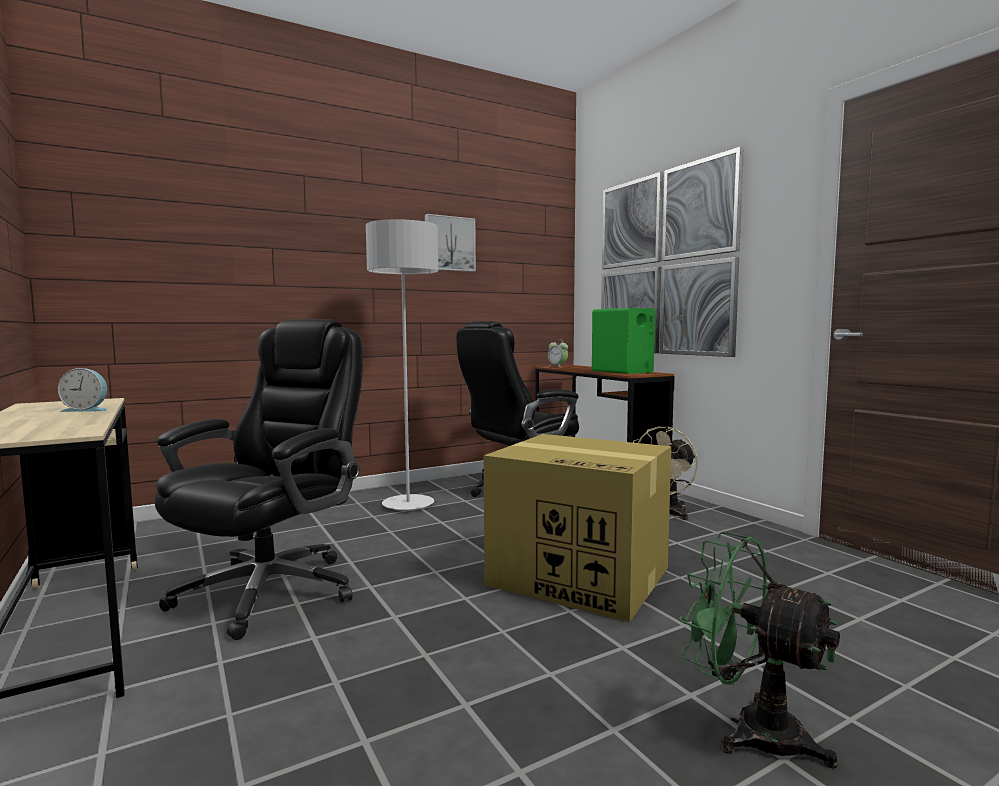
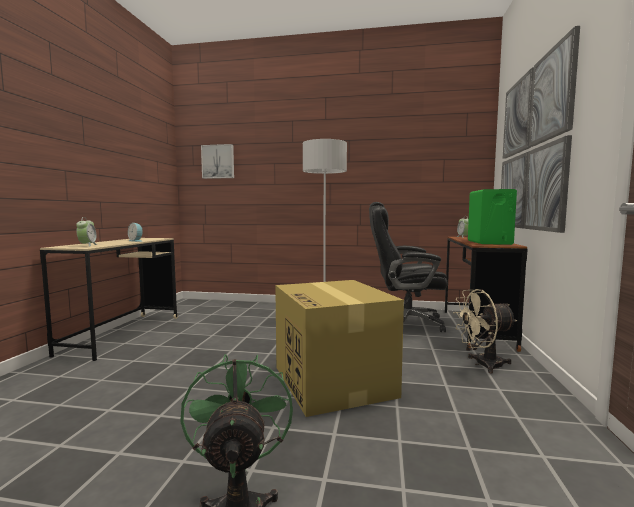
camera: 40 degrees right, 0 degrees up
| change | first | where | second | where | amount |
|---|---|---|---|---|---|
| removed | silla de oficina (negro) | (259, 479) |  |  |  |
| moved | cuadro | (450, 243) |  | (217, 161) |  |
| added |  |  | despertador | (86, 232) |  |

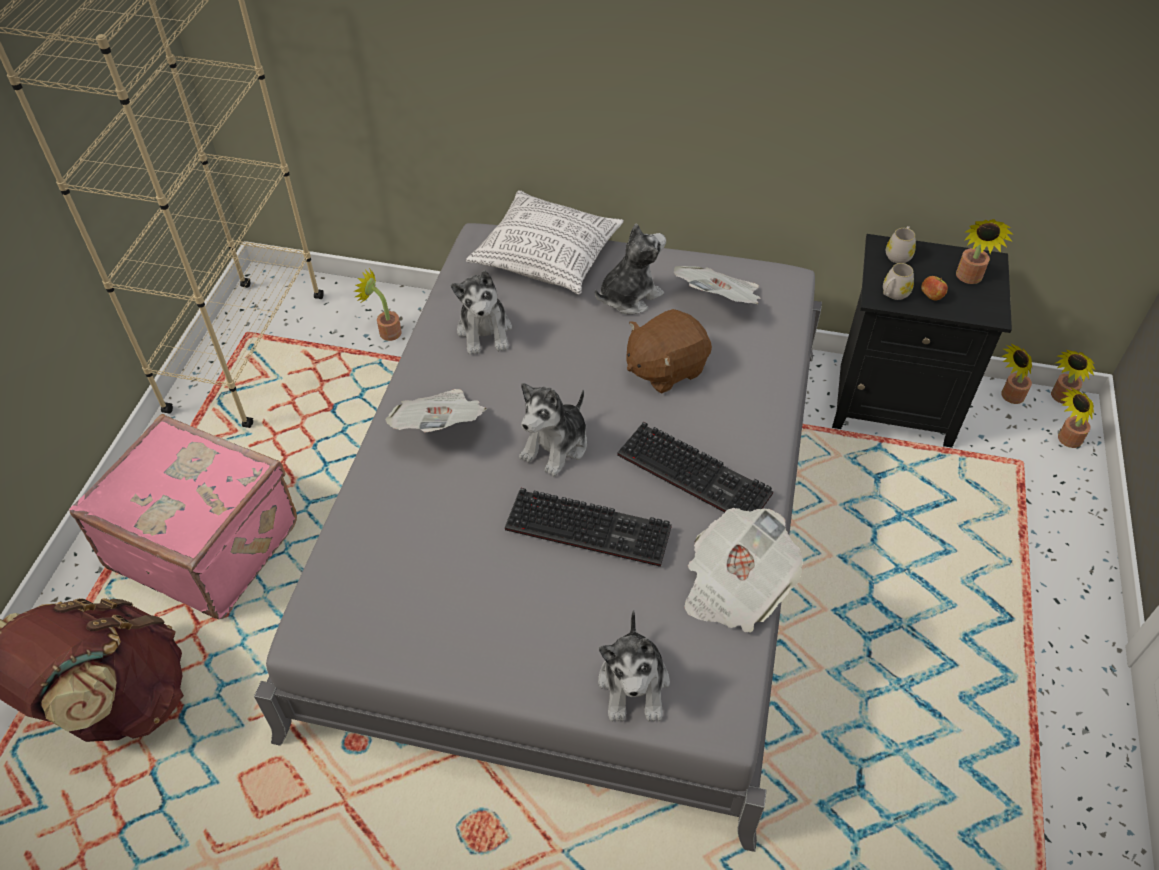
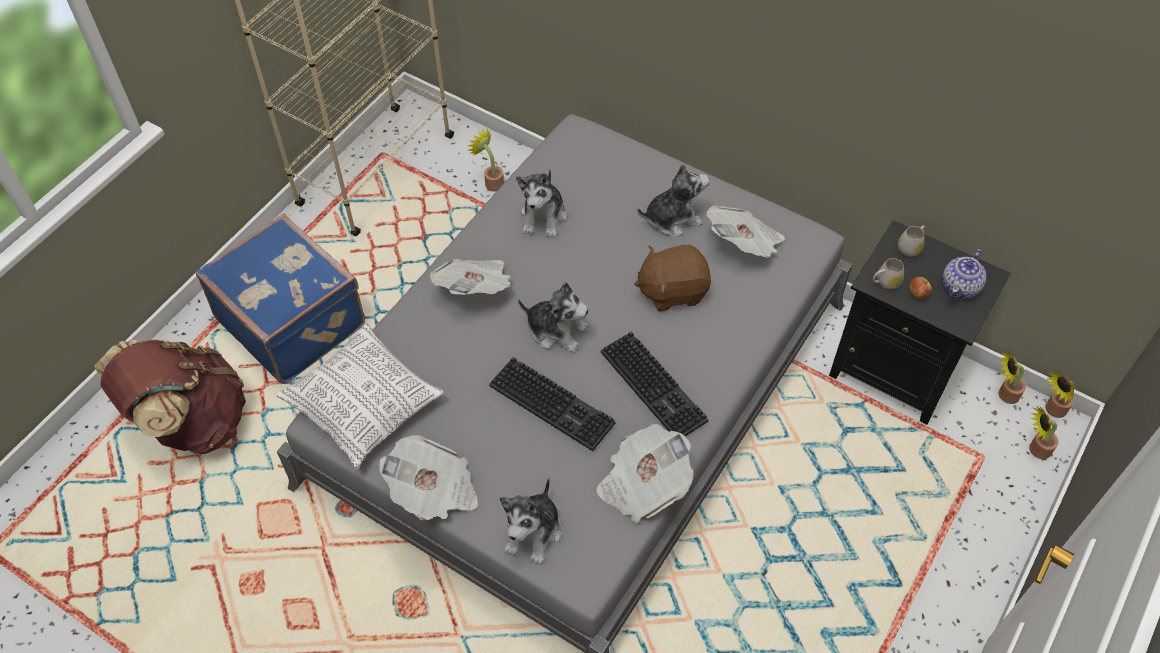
camera: 20 degrees right, 5 degrees up
| change | first | where | second | where | amount |
|---|---|---|---|---|---|
| recoloured | maleta (rosa) | (183, 516) | maleta (azul) | (280, 299) |  |
| moved | cojín | (545, 242) |  | (360, 396) |  |
| turned | peluche | (553, 430) |  | (553, 318) | 120 degrees counterclockwise |
| replaced | planta en maceta | (984, 251) | tetera | (964, 274) |  |
| added |  |  | periódico | (428, 478) |  |

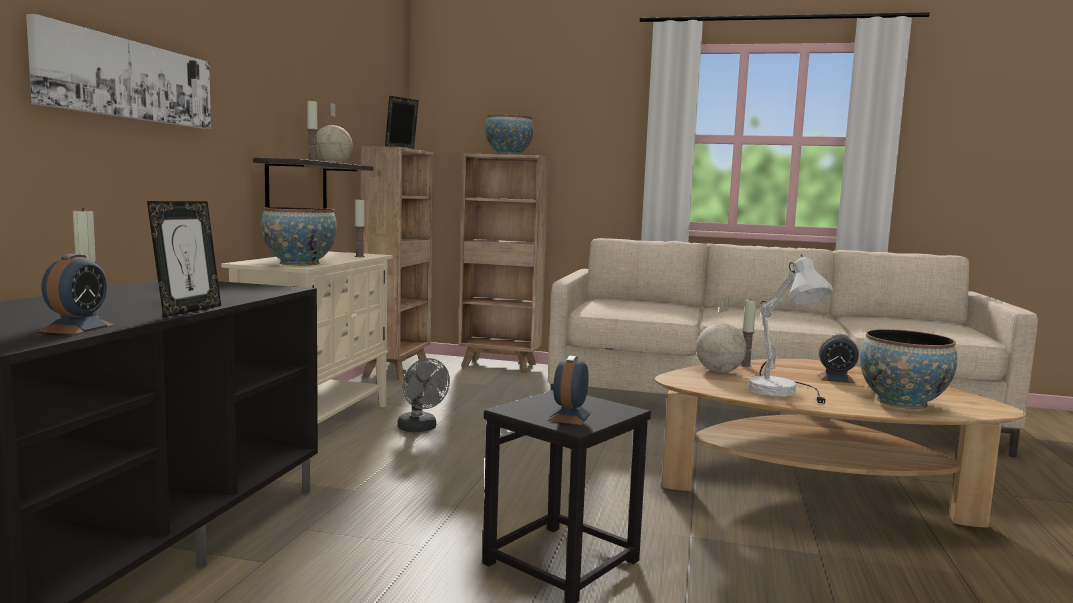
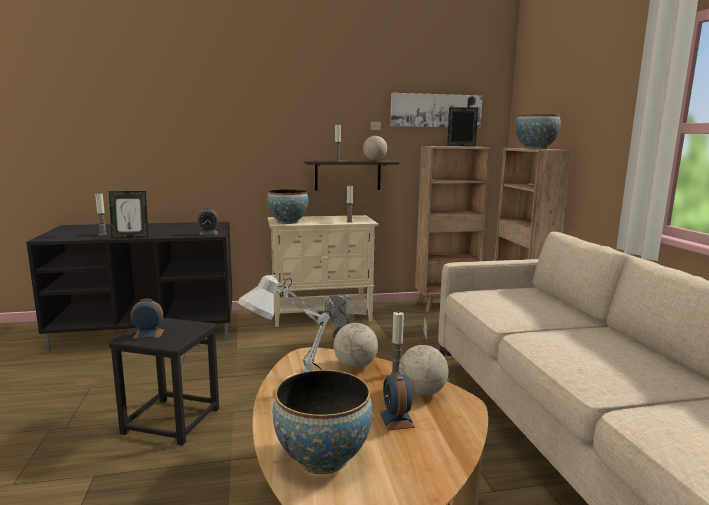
camera: 65 degrees right, 5 degrees up
| change | first | where | second | where | amount |
|---|---|---|---|---|---|
| moved | cuadro | (118, 71) |  | (436, 110) |  |
| moved | despertador | (76, 294) |  | (208, 221) |  |
| added |  |  | globo terráqueo | (423, 356) |  |

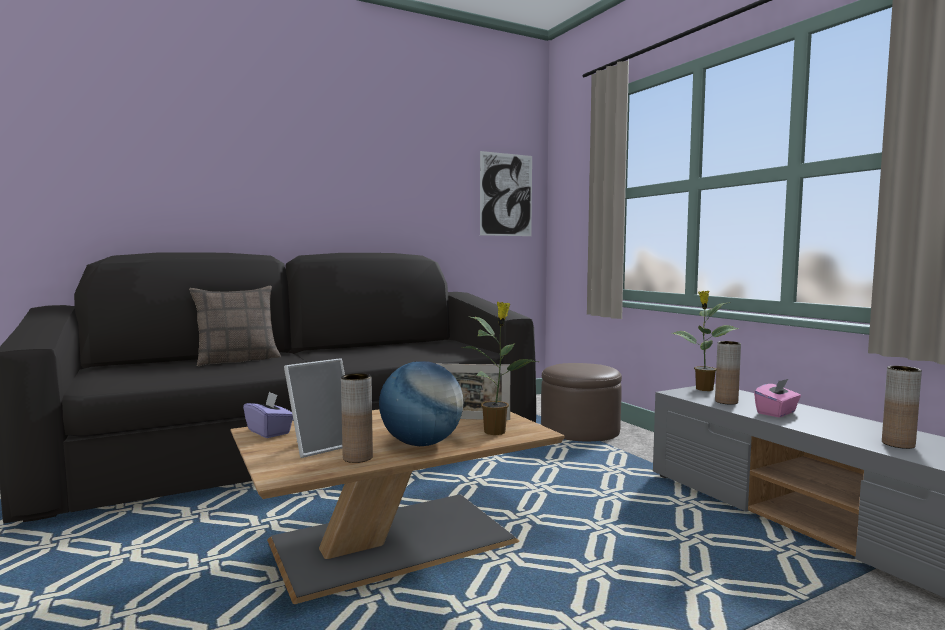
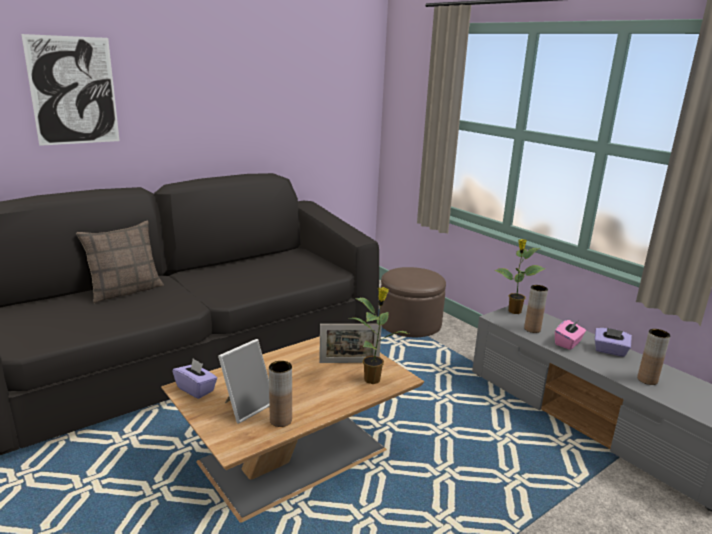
camera: 10 degrees left, 15 degrees up
| change | first | where | second | where | amount |
|---|---|---|---|---|---|
| removed | globo terráqueo | (421, 403) |  |  |  |
| moved | cuadro | (506, 193) |  | (70, 90) |  |
| added |  |  | caja de pañuelos (morado) | (613, 342) |  |

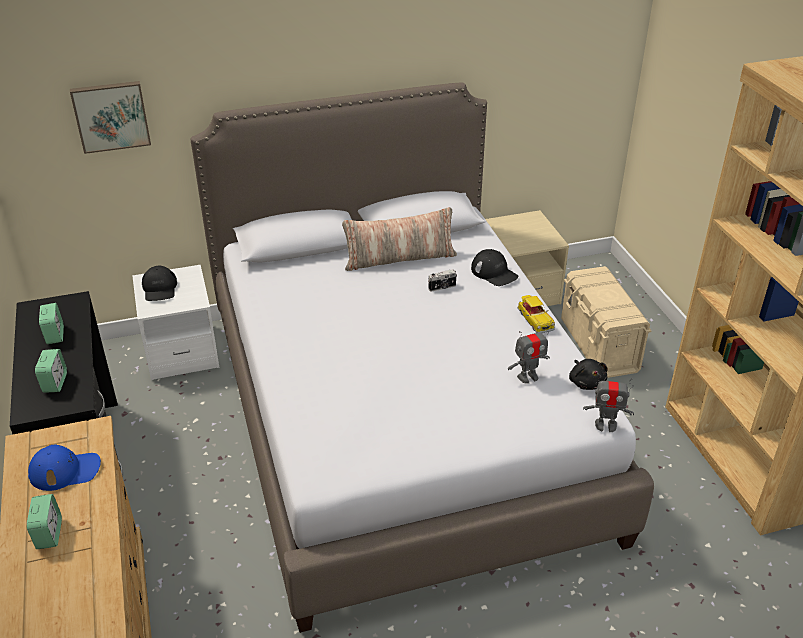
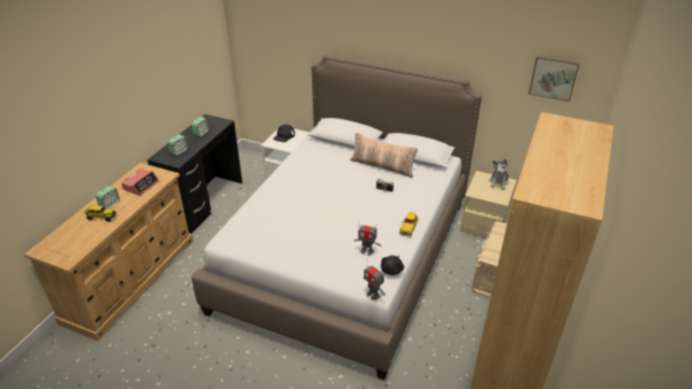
camera: 40 degrees right, 0 degrees up
| change | first | where | second | where | amount |
|---|---|---|---|---|---|
| replaced | gorra (azul) | (64, 468) | despertador | (140, 182) |  |
| moved | cuadro | (110, 117) |  | (554, 78) |  |
| removed | gorra (negro) | (495, 267) |  |  |  |
| added |  |  | camión de juguete | (100, 213) |  |
| added |  |  | peluche | (499, 174) |  |

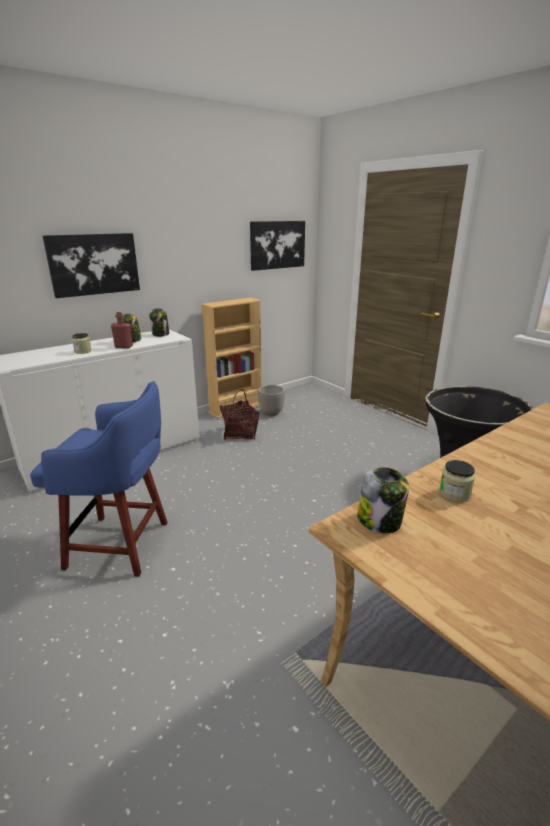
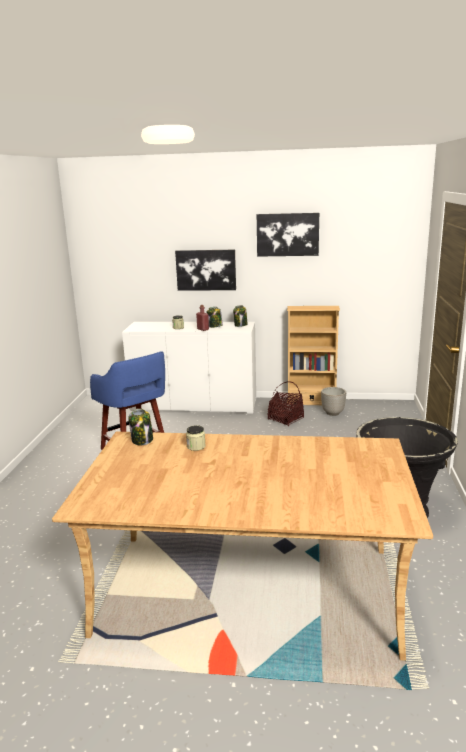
camera: 45 degrees right, 5 degrees down
| change | first | where | second | where | amount |
|---|---|---|---|---|---|
| moved | cuadro | (277, 246) |  | (288, 235) |  |

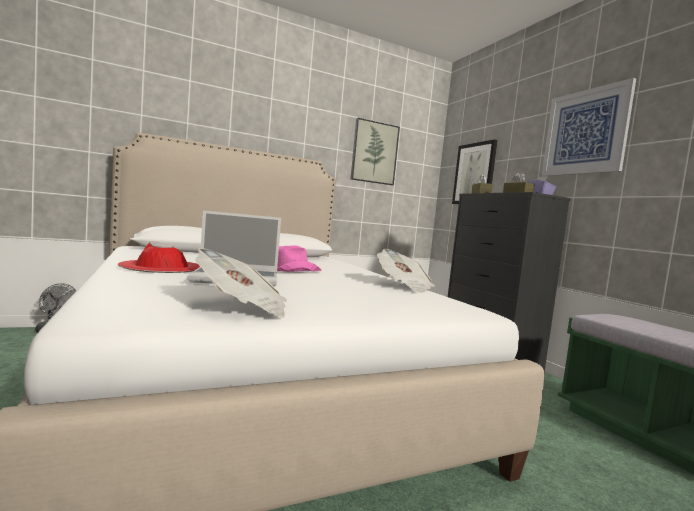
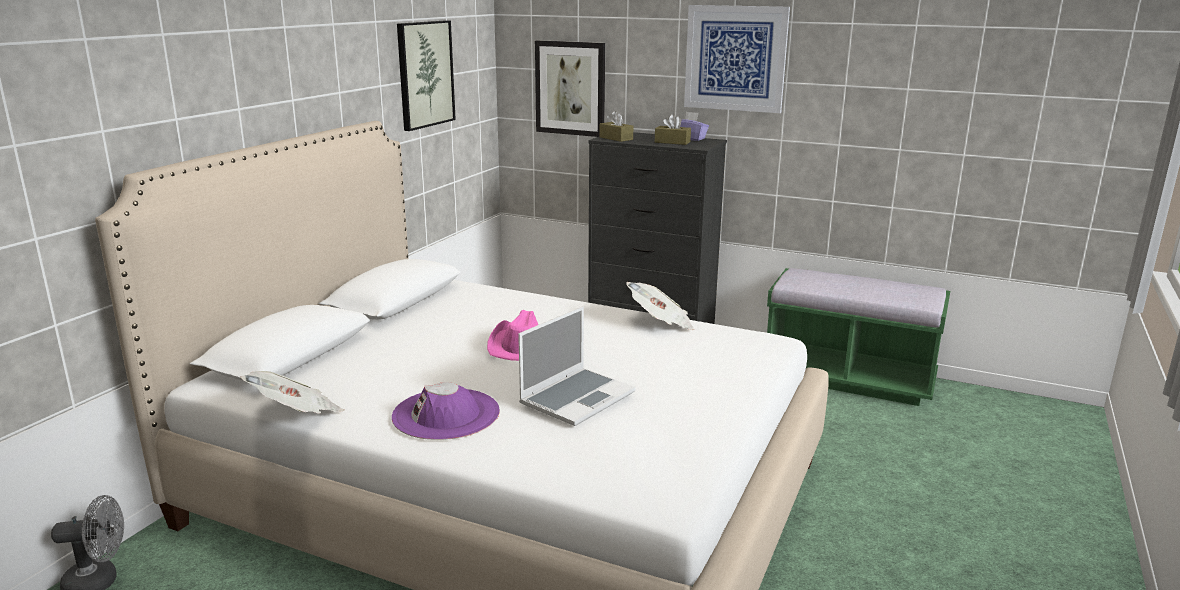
camera: 40 degrees left, 15 degrees up
| change | first | where | second | where | amount |
|---|---|---|---|---|---|
| recoloured | sombrero (rojo) | (159, 257) | sombrero (morado) | (446, 411) |  |
| moved | periódico | (241, 282) |  | (292, 392) |  |

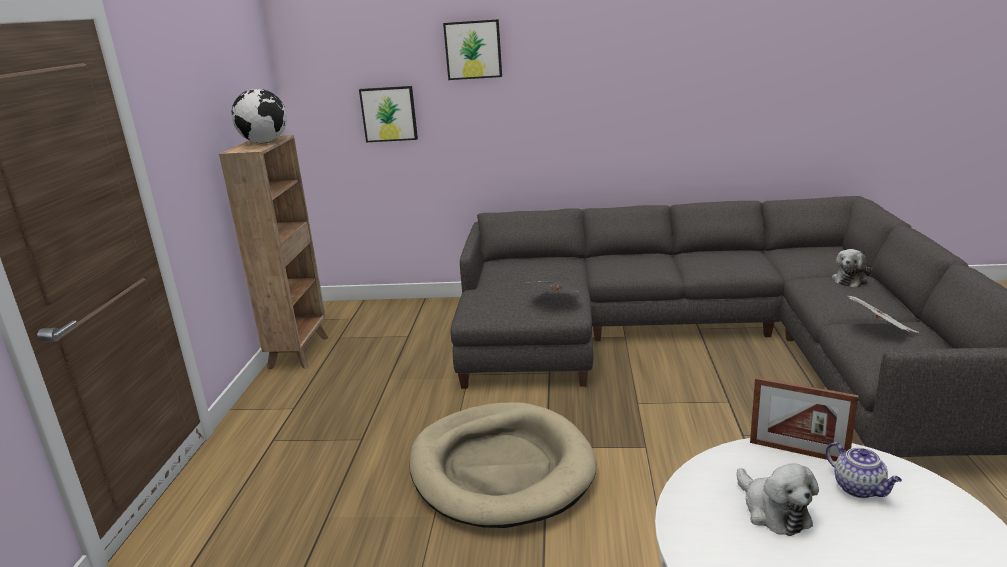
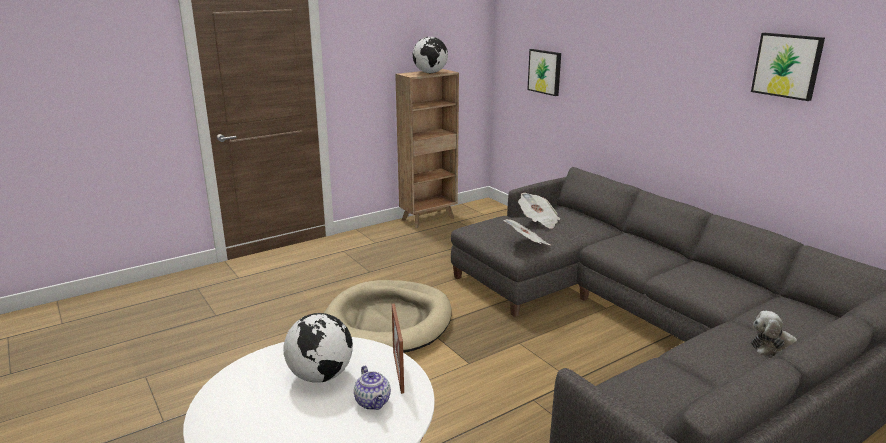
camera: 50 degrees right, 0 degrees up
| change | first | where | second | where | amount |
|---|---|---|---|---|---|
| moved | cuadro | (472, 49) |  | (788, 67) |  |
| replaced | peluche | (778, 499) | globo terráqueo | (318, 348) |  |
| turned | tetera | (864, 470) |  | (372, 388) | 45 degrees counterclockwise |
| moved | periódico | (884, 314) |  | (539, 211) |  |

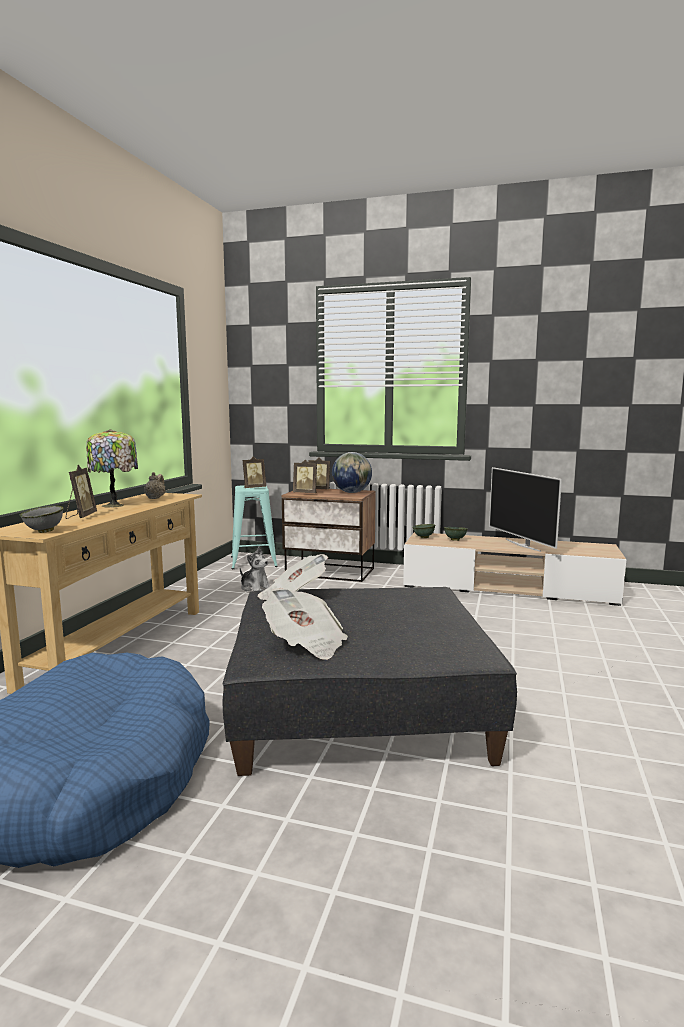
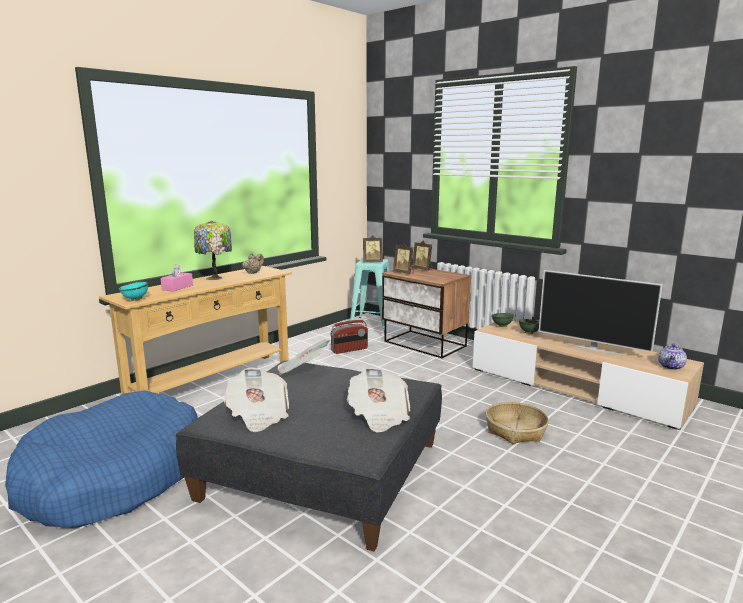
camera: 25 degrees right, 5 degrees up
| change | first | where | second | where | amount |
|---|---|---|---|---|---|
| recoloured | cuenco (gris) | (41, 519) | cuenco (turquesa) | (133, 291) |  |
| replaced | portarretratos | (81, 492) | caja de pañuelos (rosa) | (177, 278) |  |
| replaced | peluche | (255, 569) | radio | (349, 337) |  |
| removed | globo terráqueo | (352, 472) |  |  |  |
| turned | televisor | (525, 509) |  | (601, 312) | 60 degrees counterclockwise |
| added |  |  | periódico | (378, 400) |  |
| added |  |  | cesta | (517, 423) |  |
| added |  |  | tetera | (672, 356) |  |

